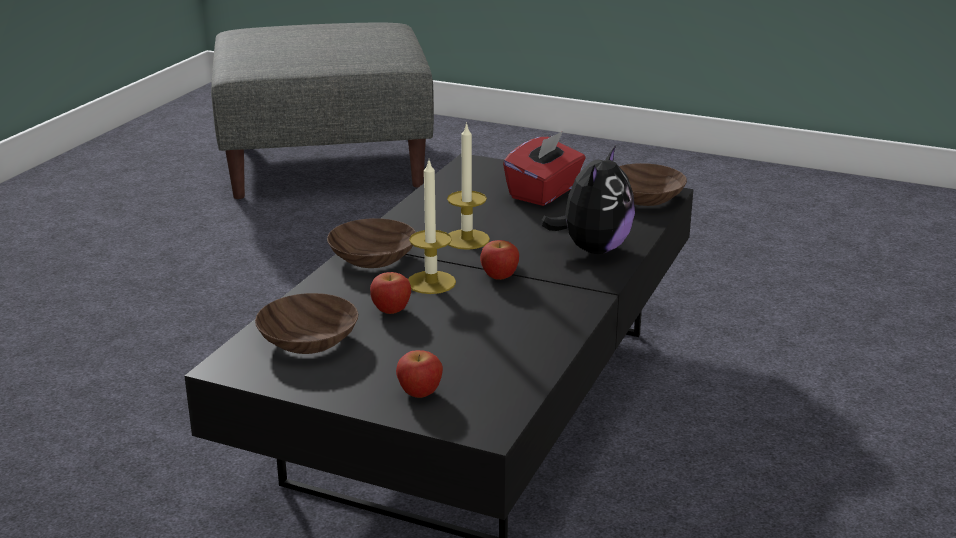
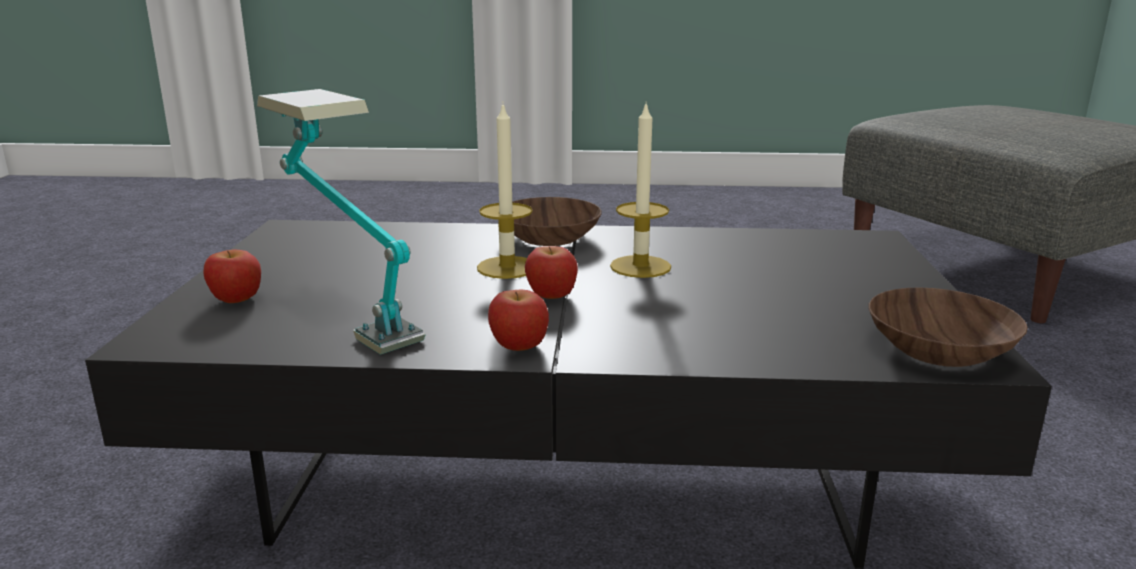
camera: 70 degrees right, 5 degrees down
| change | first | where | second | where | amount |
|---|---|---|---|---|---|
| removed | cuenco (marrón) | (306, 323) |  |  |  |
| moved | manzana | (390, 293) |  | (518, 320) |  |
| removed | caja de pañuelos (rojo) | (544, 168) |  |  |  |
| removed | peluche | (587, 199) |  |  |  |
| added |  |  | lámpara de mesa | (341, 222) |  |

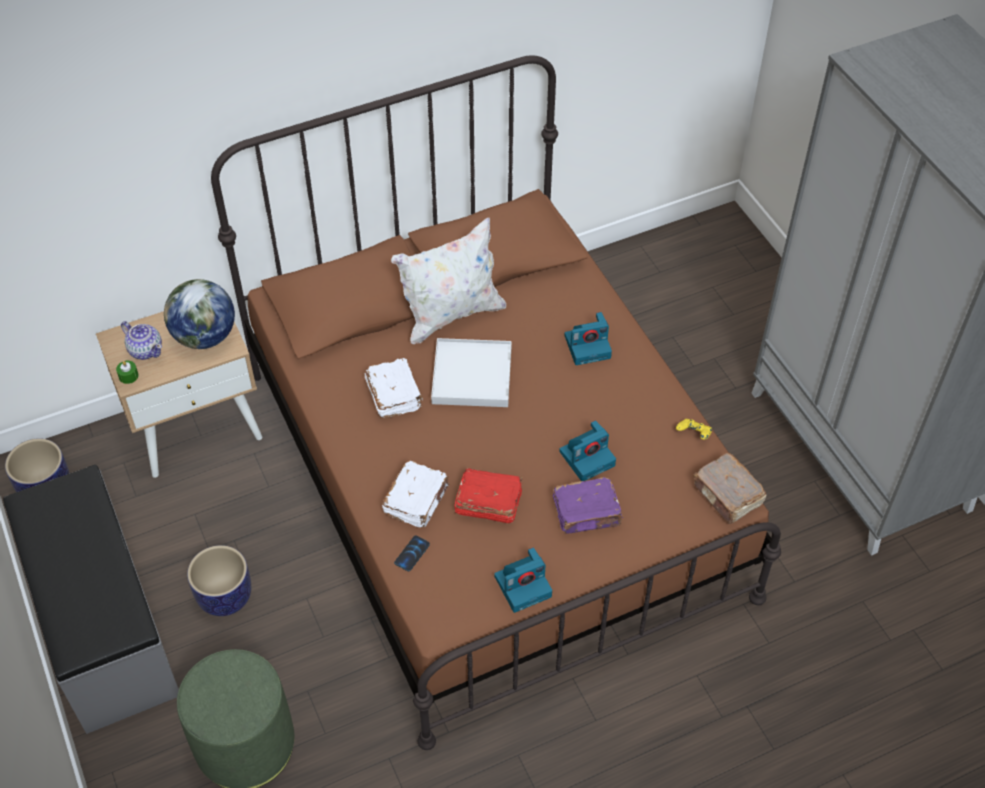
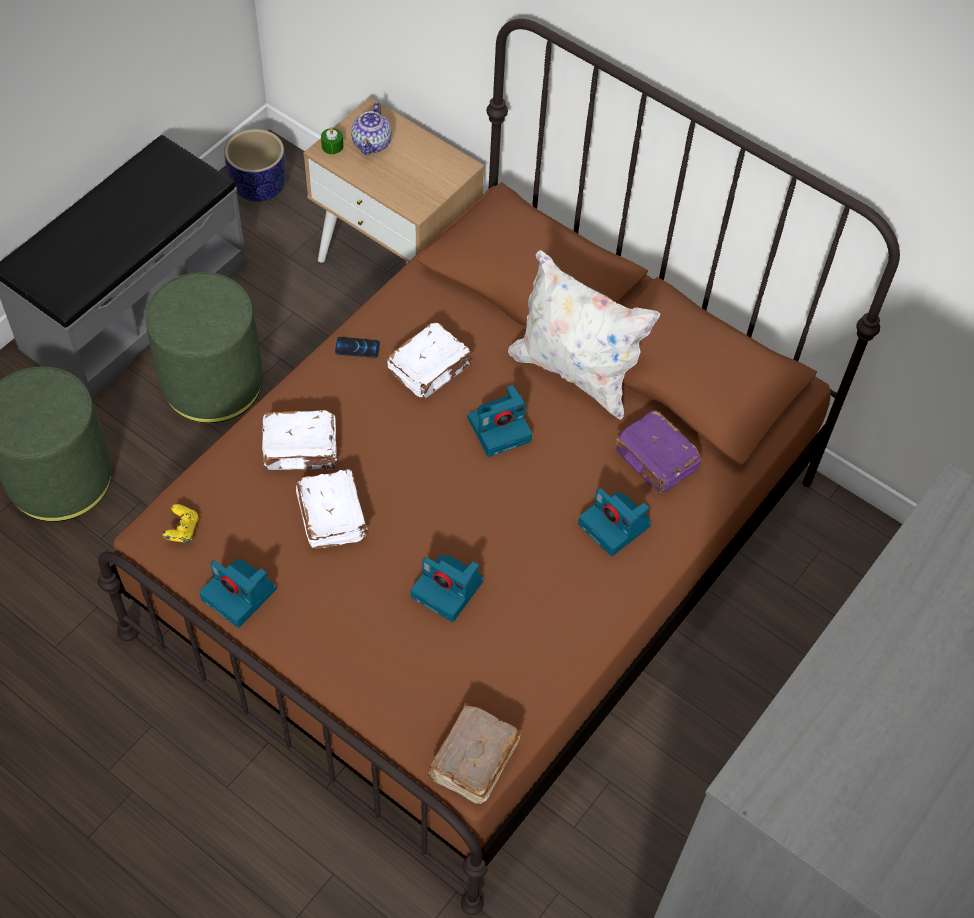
camera: 60 degrees right, 5 degrees up
| change | first | where | second | where | amount |
|---|---|---|---|---|---|
| removed | globo terráqueo | (199, 314) |  |  |  |
| replaced | maceta | (219, 580) | puf (verde) | (204, 347) |  |
| moved | móvil | (412, 553) |  | (357, 347) |  |
| replaced | bandeja (blanco) | (471, 372) | cámara | (499, 421) |  |
| recoloured | libro (rojo) | (488, 495) | libro (blanco) | (332, 509) |  |
| moved | libro (morado) | (588, 505) |  | (658, 452) |  |
| moved | mando de consola (amarillo) | (694, 429) |  | (180, 524) |  |

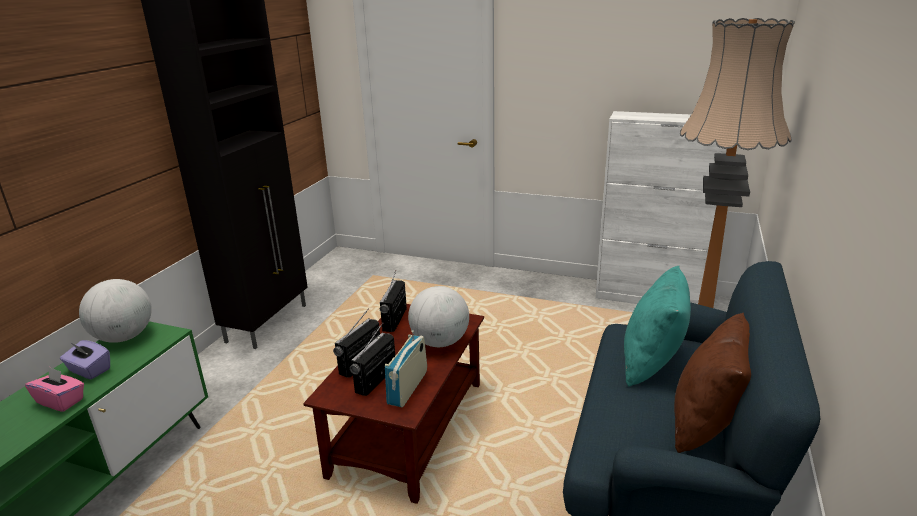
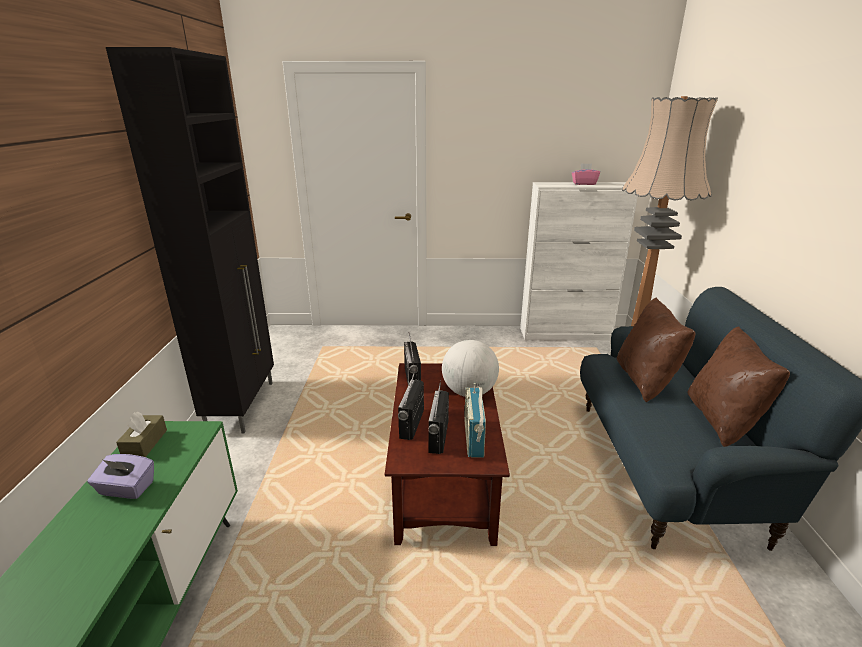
camera: 20 degrees left, 0 degrees up
| change | first | where | second | where | amount |
|---|---|---|---|---|---|
| moved | caja de pañuelos (rosa) | (54, 389) |  | (586, 174) |  |
| replaced | globo terráqueo | (115, 311) | caja de pañuelos (marrón) | (141, 434) |  |
| recoloured | cojín (turquesa) | (657, 326) | cojín (marrón) | (656, 350) |  |

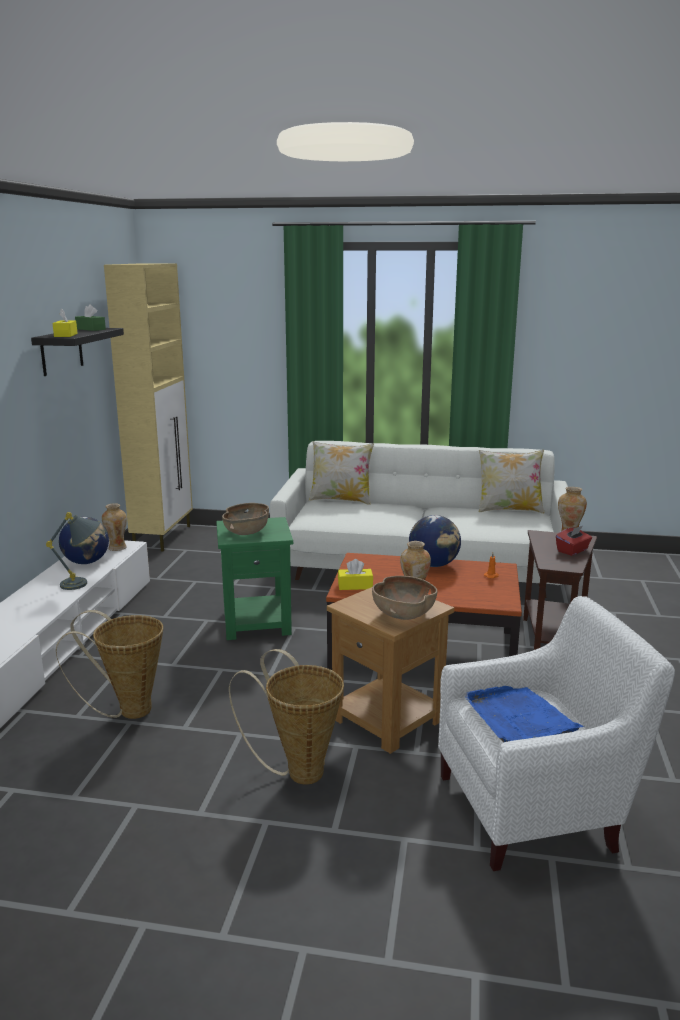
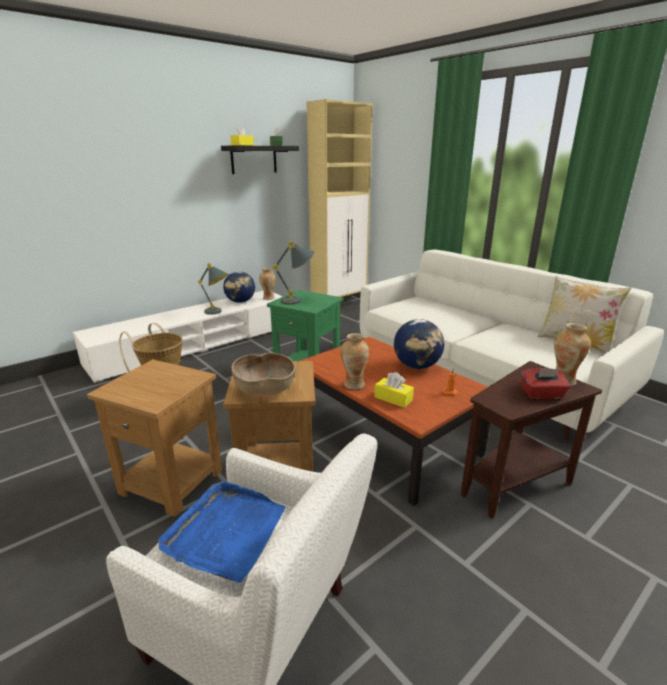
camera: 40 degrees right, 5 degrees up
| change | first | where | second | where | amount |
|---|---|---|---|---|---|
| replaced | cuenco (marrón) | (245, 519) | lámpara de mesa (gris) | (293, 273) |  |
| replaced | cesta | (286, 717) | mesa auxiliar (marrón) | (154, 438) |  |
| removed | cojín | (341, 473) |  |  |  |
| moved | caja de pañuelos (amarillo) | (355, 574) |  | (394, 390) |  |

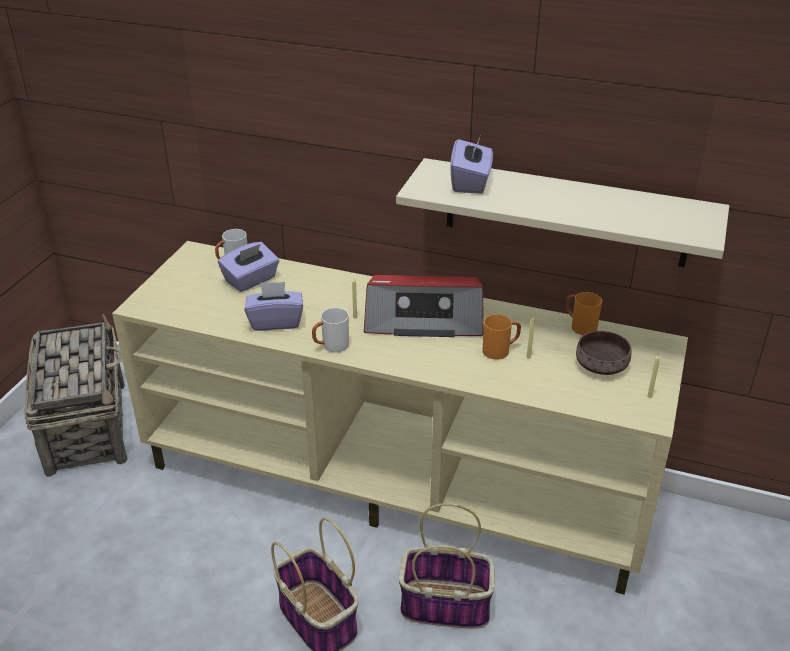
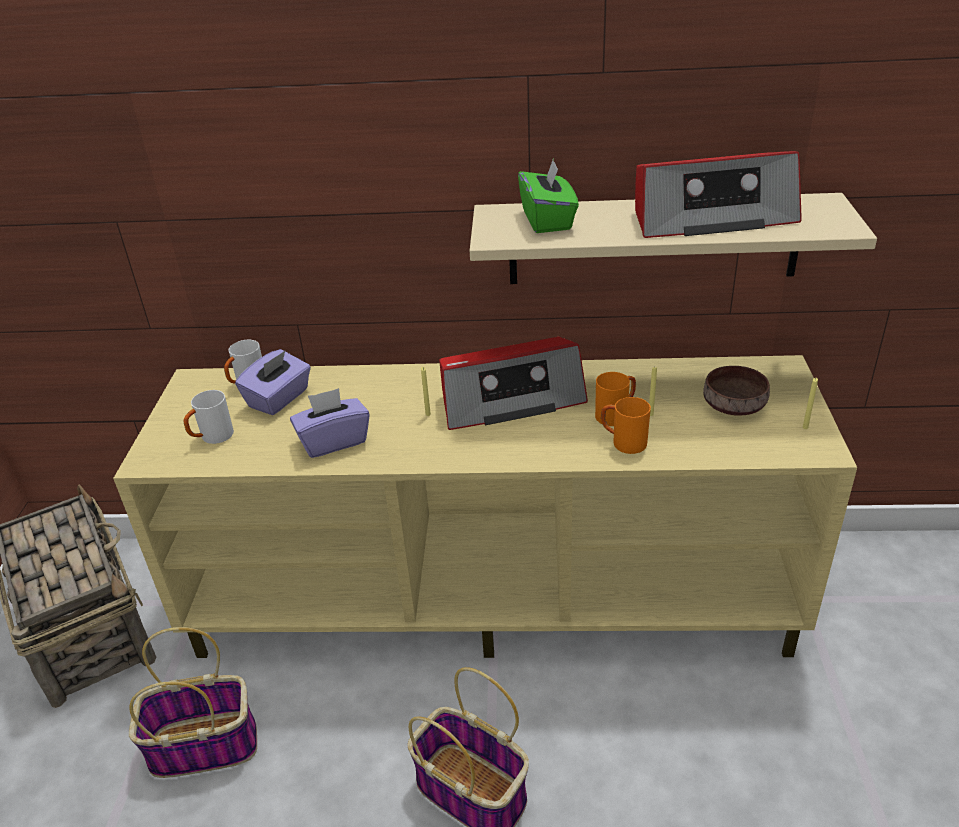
camera: 15 degrees left, 0 degrees up
| change | first | where | second | where | amount |
|---|---|---|---|---|---|
| moved | taza grande (blanco) | (330, 330) |  | (209, 417) |  |
| moved | cesta | (447, 566) |  | (193, 702) |  |
| recoloured | caja de pañuelos (morado) | (471, 164) | caja de pañuelos (verde) | (548, 196) |  |
| moved | taza grande (naranja) | (584, 313) |  | (626, 425) |  |
| added |  |  | radio | (718, 194) |  |

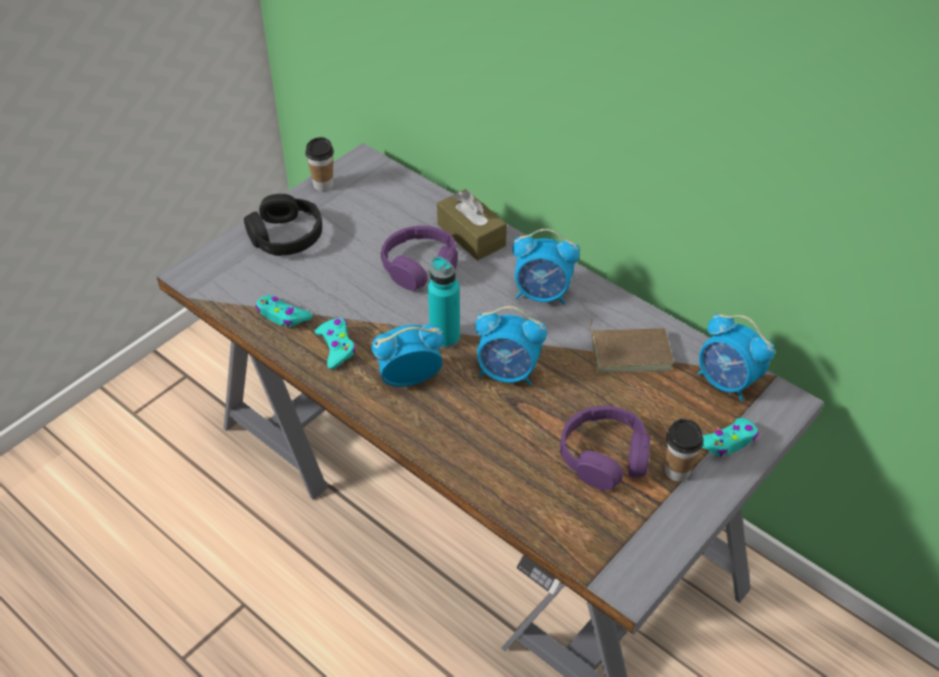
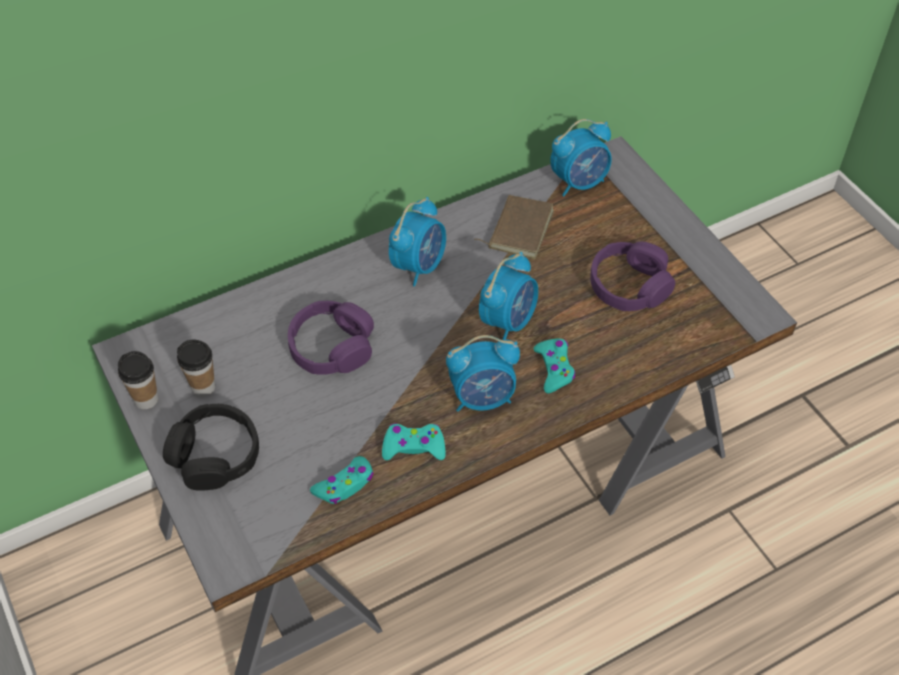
camera: 70 degrees left, 5 degrees up
| change | first | where | second | where | amount |
|---|---|---|---|---|---|
| turned | despertador | (408, 355) |  | (483, 373) | 105 degrees counterclockwise |
| removed | botella (turquesa) | (444, 303) |  |  |  |
| removed | caja de pañuelos (marrón) | (472, 225) |  |  |  |
| moved | taza | (684, 450) |  | (196, 368) |  |
| moved | mando de consola (turquesa) | (730, 437) |  | (555, 366) |  |

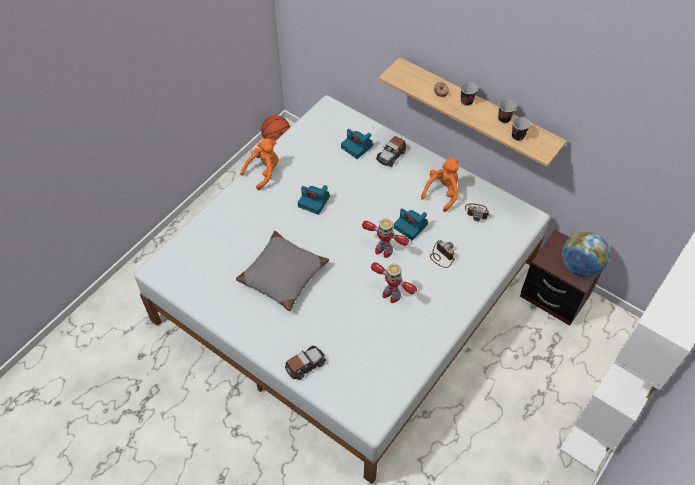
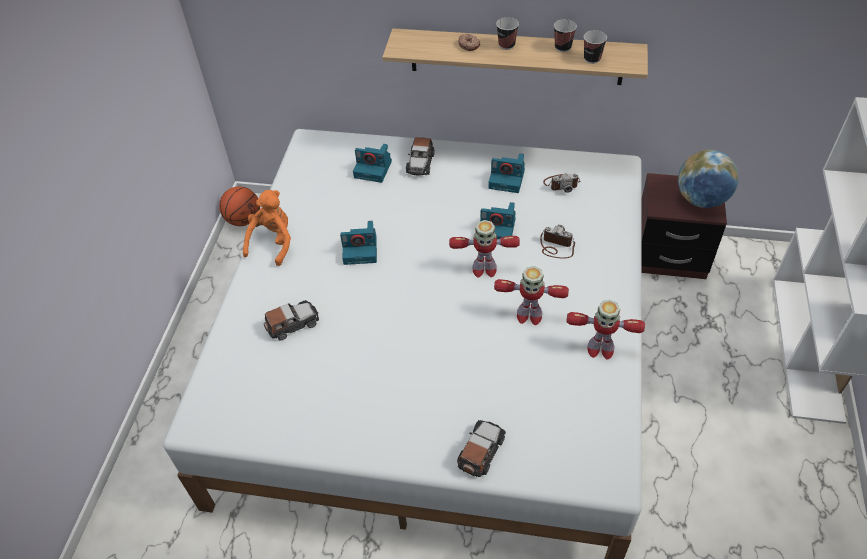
camera: 25 degrees left, 5 degrees down
| change | first | where | second | where | amount |
|---|---|---|---|---|---|
| removed | cojín (gris) | (282, 271) |  |  |  |
| replaced | peluche (naranja) | (440, 185) | cámara | (507, 173) |  |
| added |  |  | coche de juguete | (291, 320) |  |
| added |  |  | robot de juguete | (605, 330) |  |

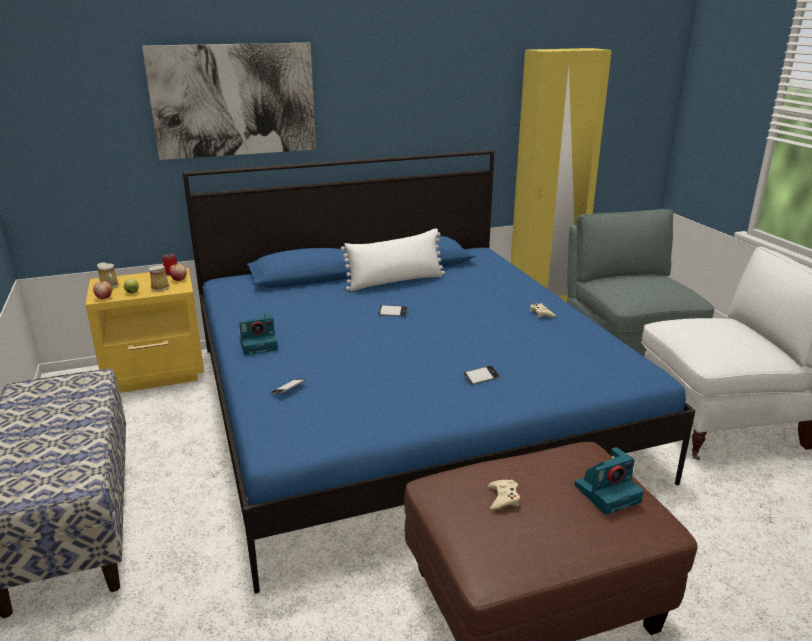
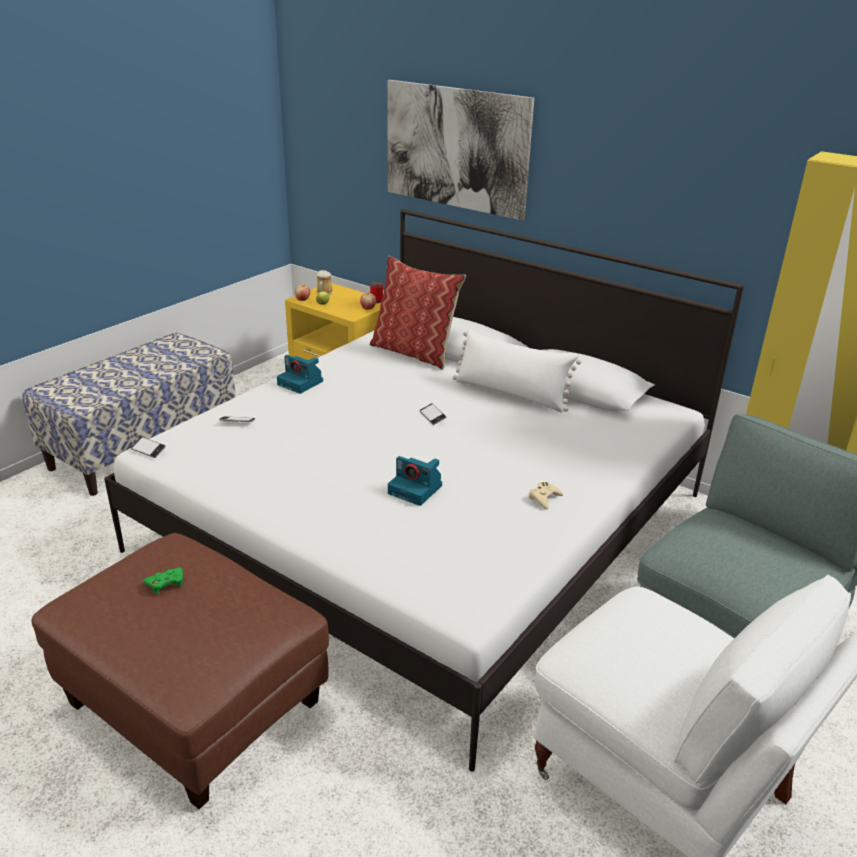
camera: 55 degrees right, 5 degrees up
| change | first | where | second | where | amount |
|---|---|---|---|---|---|
| removed | taza grande | (159, 278) |  |  |  |
| recoloured | cama (azul) | (439, 372) | cama (blanco) | (424, 490) |  |
| moved | móvil | (481, 375) |  | (148, 447) |  |
| recoloured | mando de consola (beis) | (504, 495) | mando de consola (verde) | (163, 580) |  |
| moved | cámara | (609, 481) |  | (415, 481) |  |
| added |  |  | cojín | (417, 313) |  |

